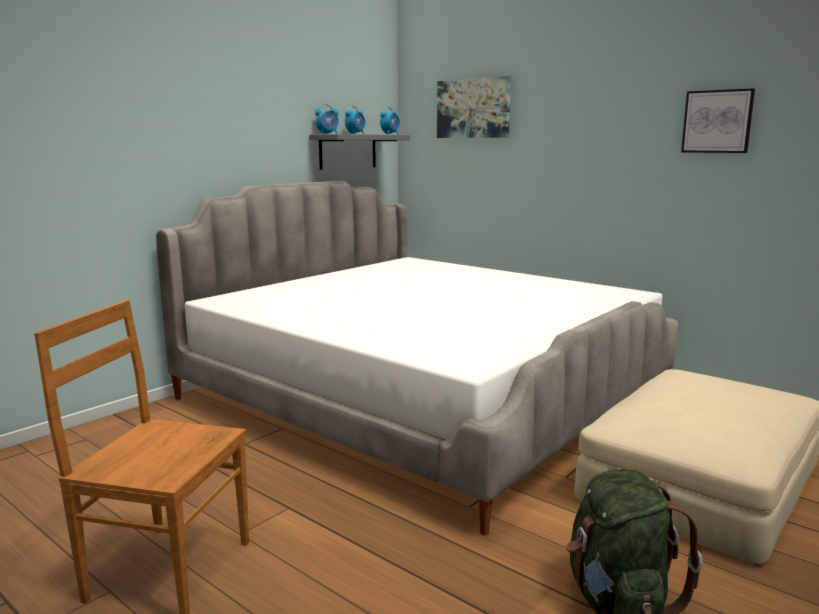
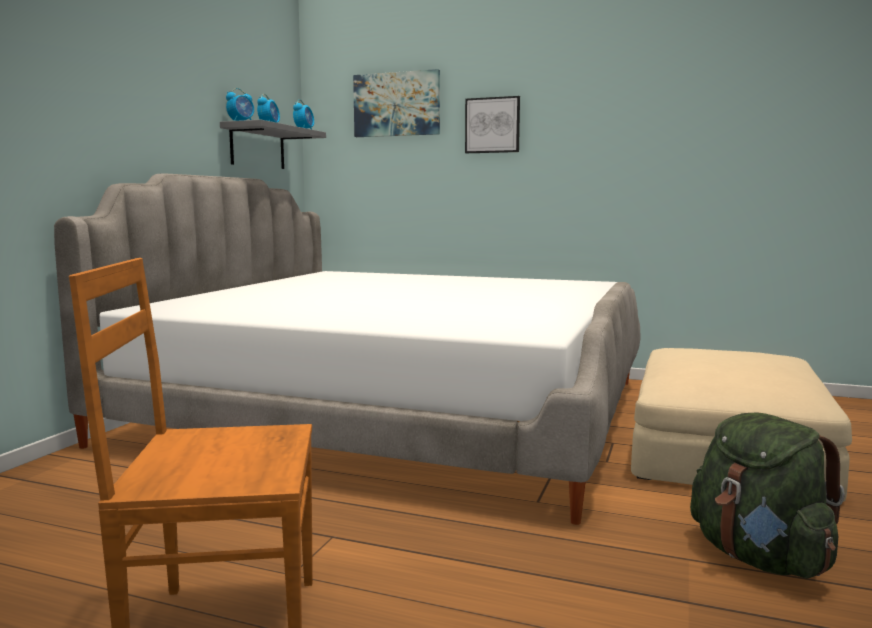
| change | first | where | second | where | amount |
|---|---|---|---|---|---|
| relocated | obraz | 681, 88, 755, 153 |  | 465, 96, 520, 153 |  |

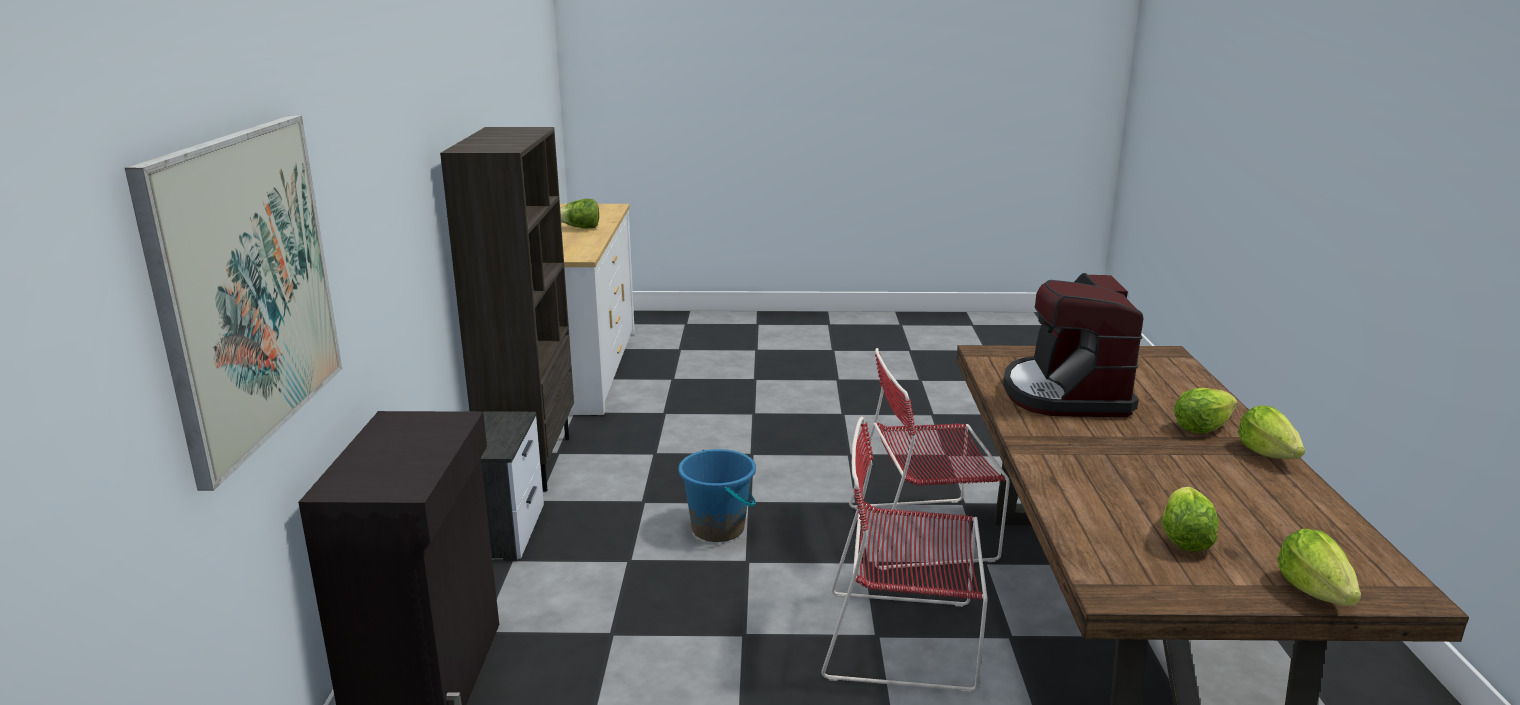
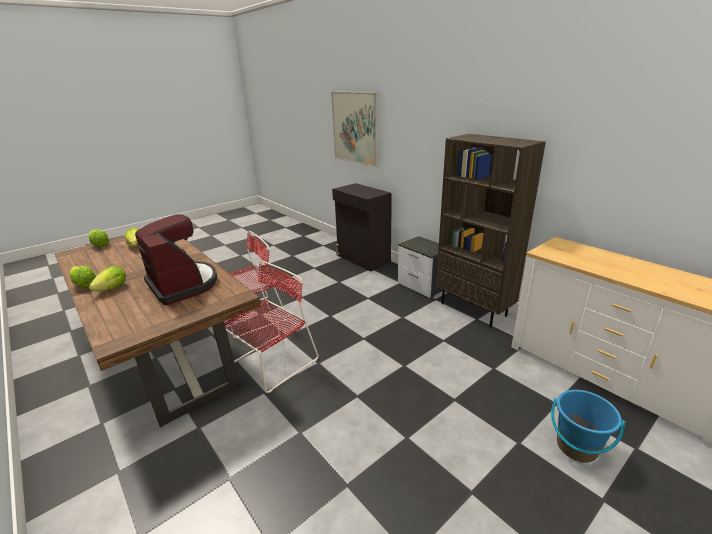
| change | first | where | second | where | amount |
|---|---|---|---|---|---|
| missing | sałata | 560, 199, 599, 229 |  |  |  |
| relocated | wiadro/niebieski | 678, 449, 756, 542 |  | 551, 390, 625, 463 |  |

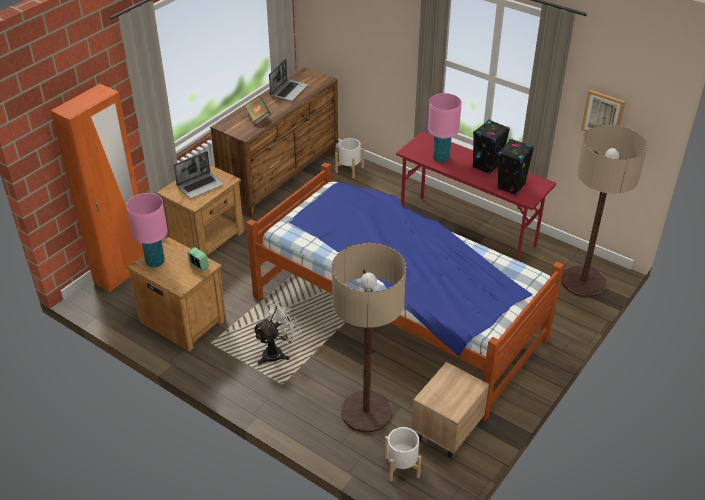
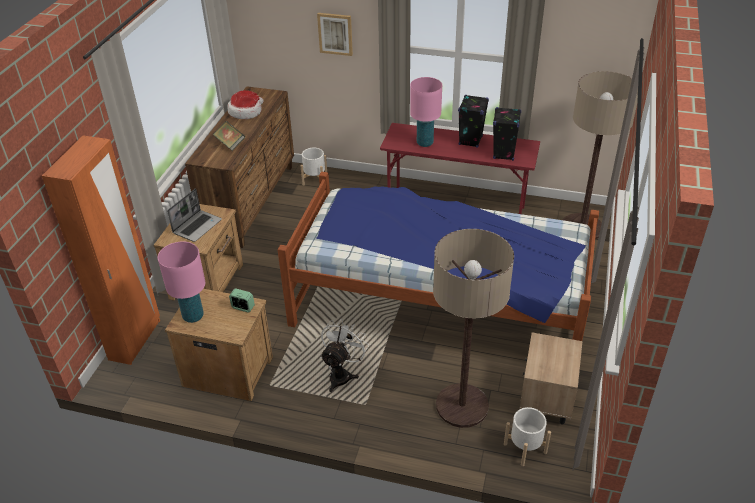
| change | first | where | second | where | amount |
|---|---|---|---|---|---|
| relocated | obraz | 581, 90, 625, 132 |  | 317, 13, 353, 56 |  |
| exchanged | laptop | 269, 59, 308, 101 | kapelusz | 227, 90, 263, 119 |  |

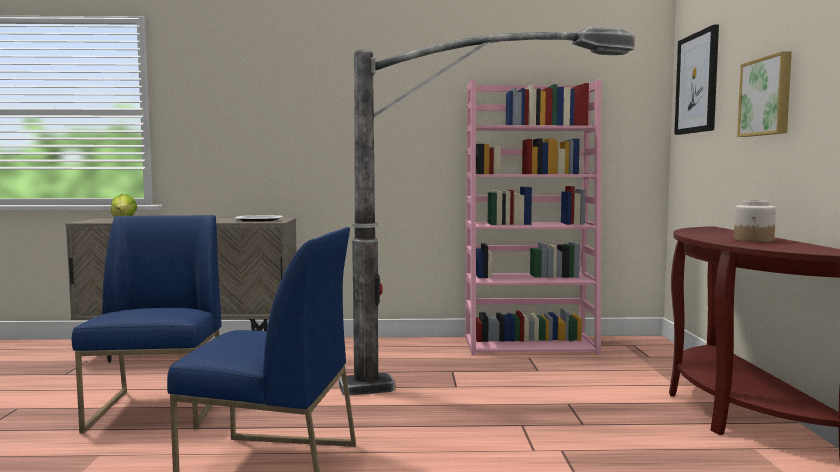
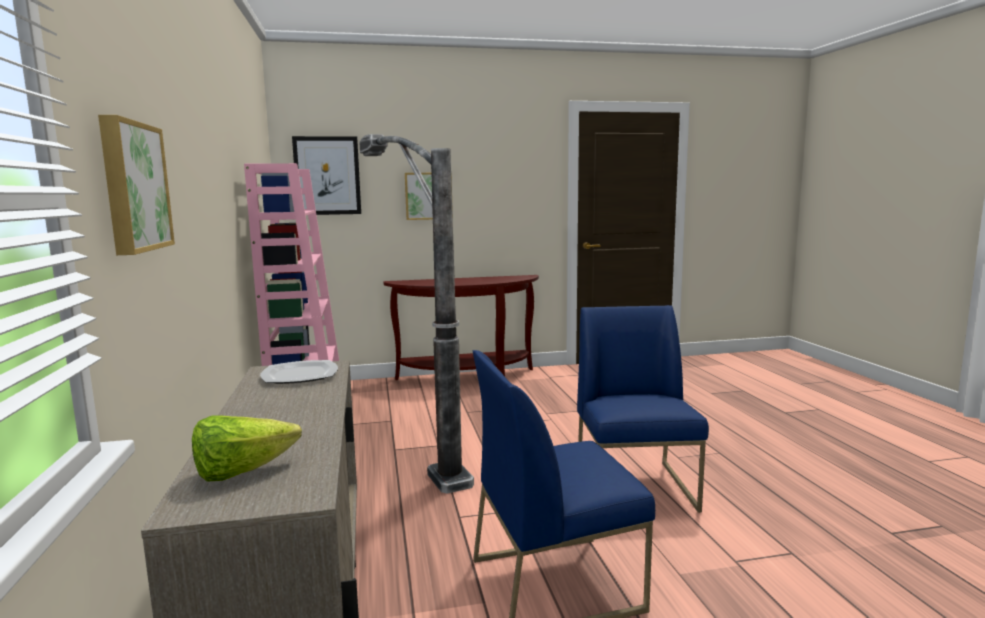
| change | first | where | second | where | amount |
|---|---|---|---|---|---|
| missing | słoik | 734, 200, 776, 242 |  |  |  |
| appeared |  |  | obraz | 98, 115, 175, 255 |  |

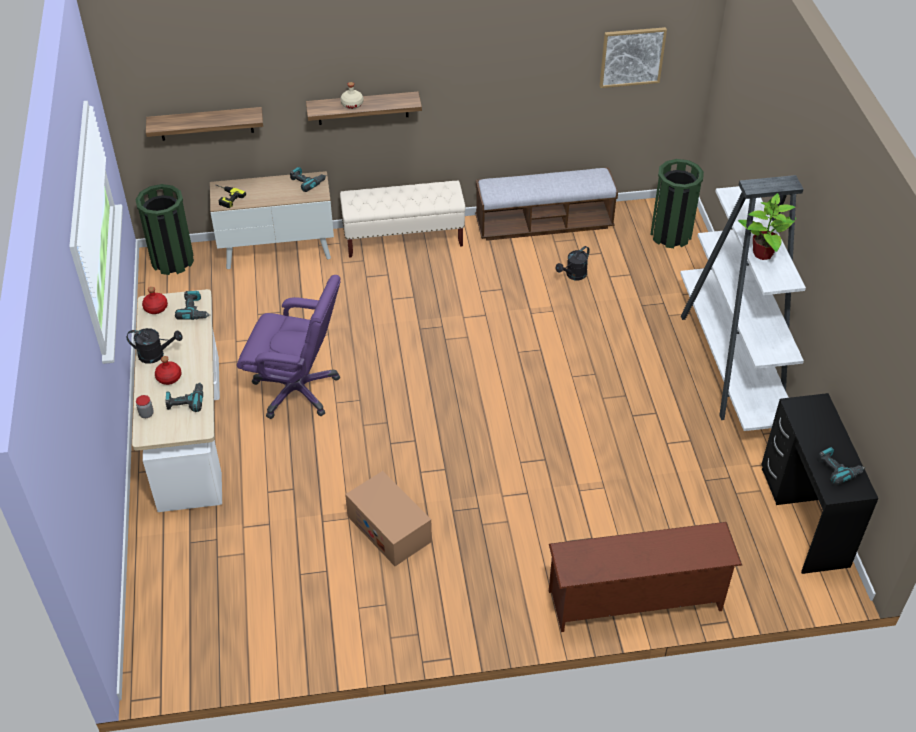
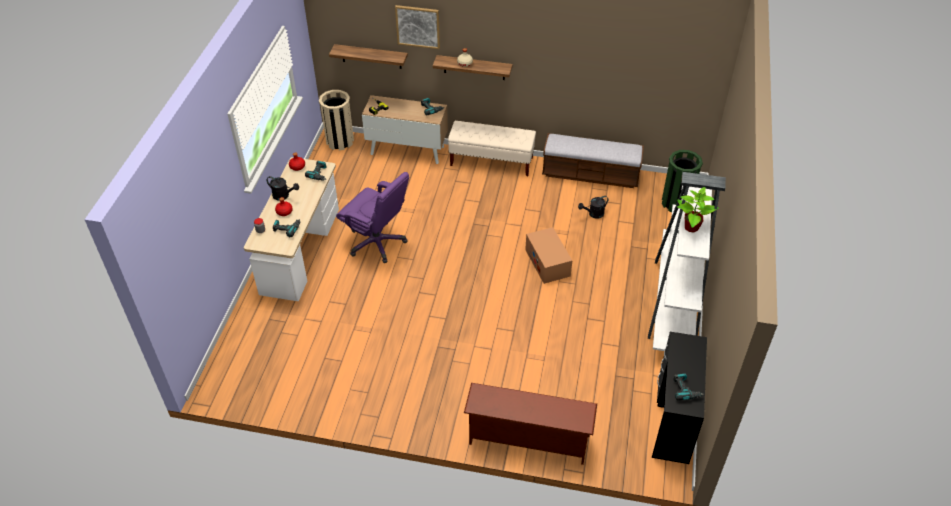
| change | first | where | second | where | amount |
|---|---|---|---|---|---|
| relocated | karton | 345, 471, 432, 566 |  | 525, 227, 572, 284 |  |
| relocated | obraz | 600, 27, 667, 88 |  | 395, 5, 440, 49 |  |
| colour | kosz na śmieci/zielony | 135, 184, 194, 275 | kosz na śmieci/beżowy | 319, 90, 354, 150 |  |

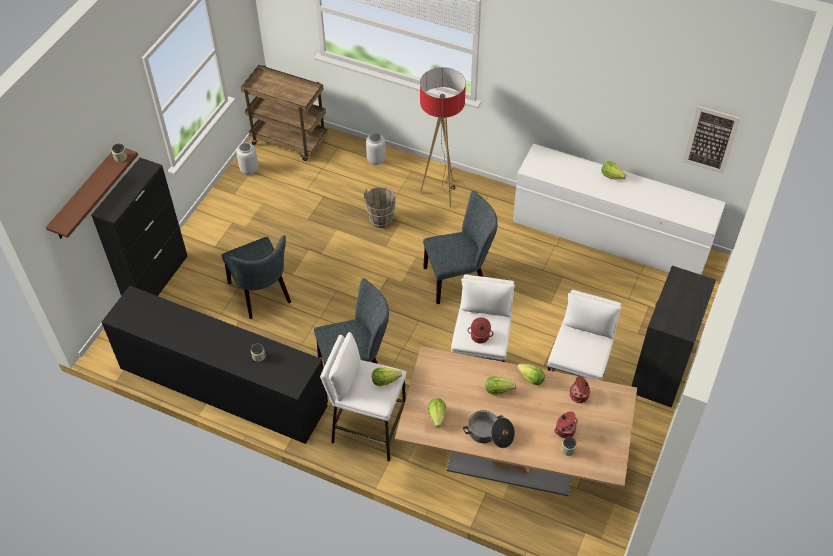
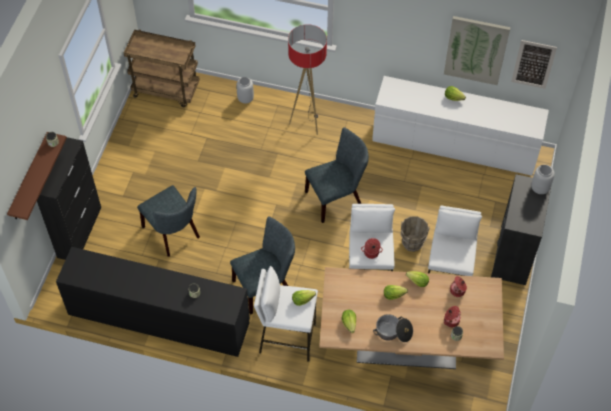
| change | first | where | second | where | amount |
|---|---|---|---|---|---|
| appeared |  |  | obraz | 444, 16, 511, 85 |  |
| relocated | wazon/szary | 236, 142, 258, 175 |  | 531, 165, 555, 194 |  |
| relocated | wiadro/brązowy | 364, 187, 396, 228 |  | 401, 216, 430, 252 |  |

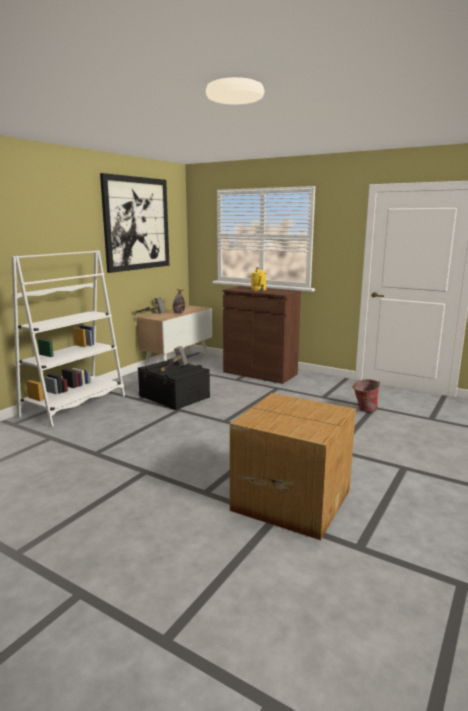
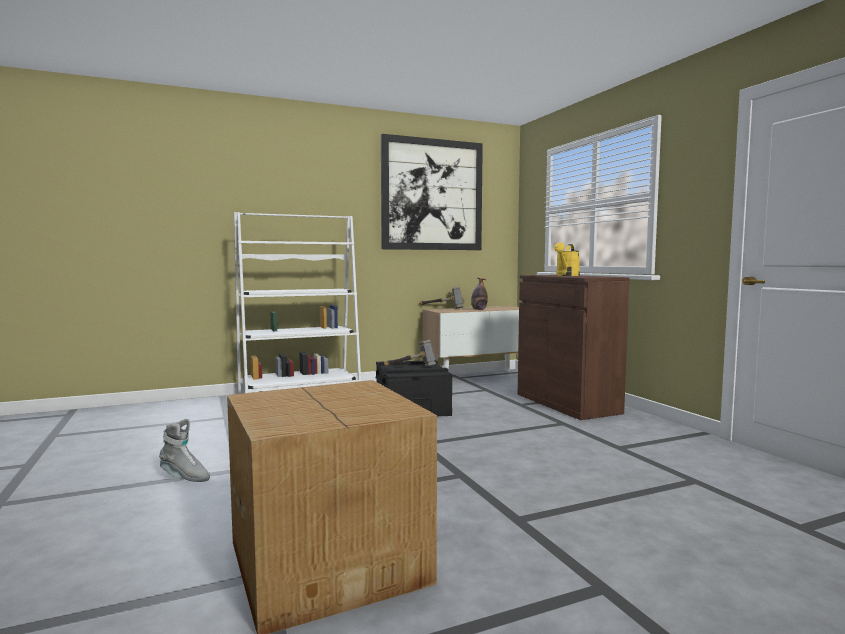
| change | first | where | second | where | amount |
|---|---|---|---|---|---|
| missing | wiadro | 352, 379, 380, 412 |  |  |  |
| appeared |  |  | but z cholewką/szary | 159, 419, 210, 482 |  |

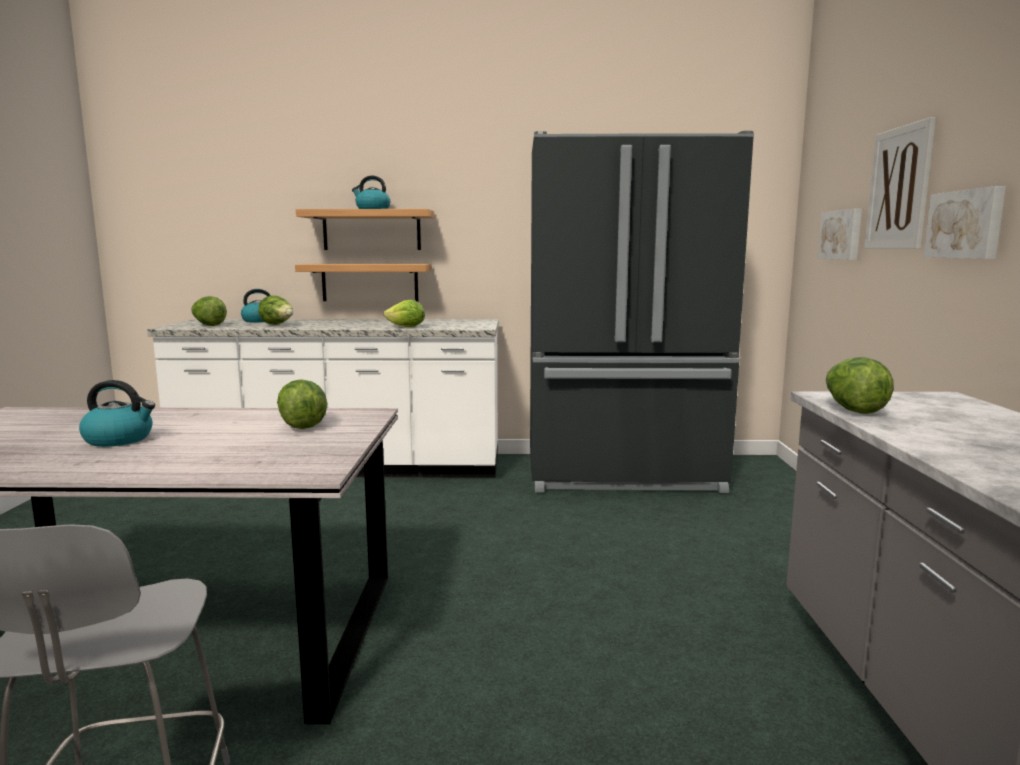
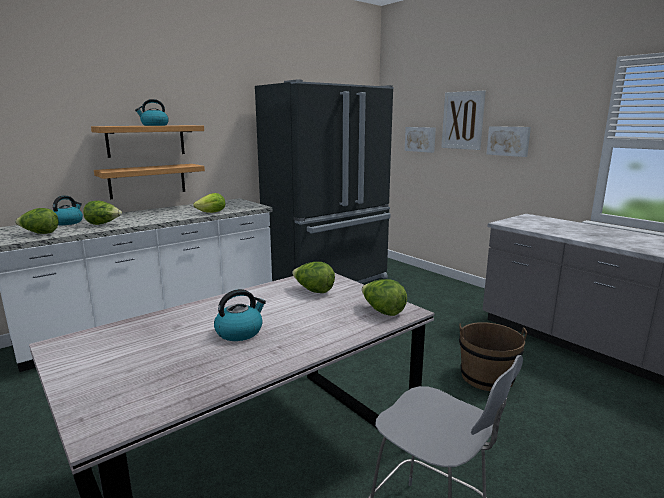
| change | first | where | second | where | amount |
|---|---|---|---|---|---|
| appeared |  |  | wiadro/brązowy | 459, 322, 527, 391 |  |
| relocated | sałata | 826, 357, 894, 414 |  | 362, 279, 407, 316 |  |

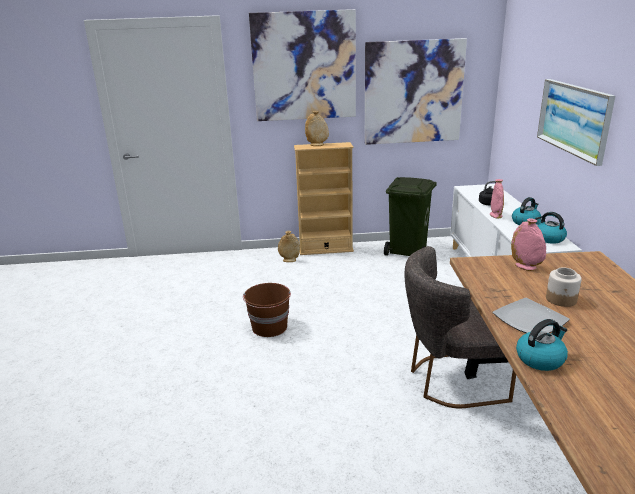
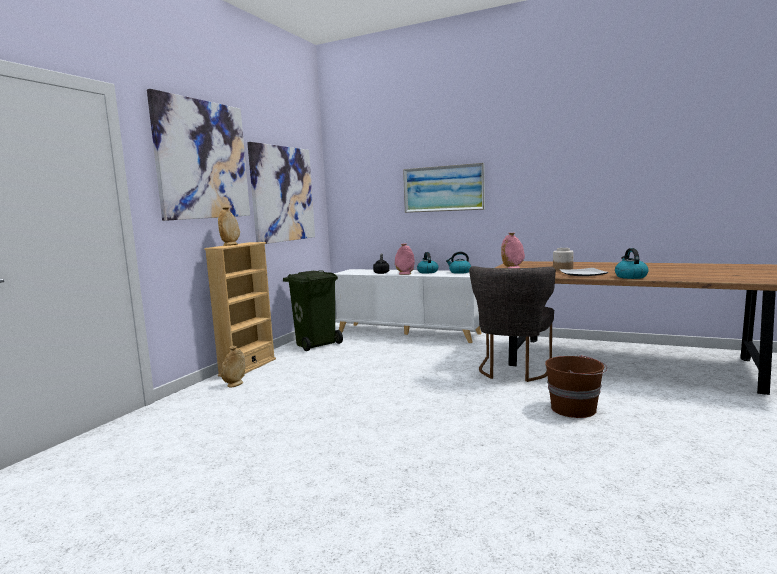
| change | first | where | second | where | amount |
|---|---|---|---|---|---|
| relocated | wiadro/brązowy | 243, 283, 291, 337 |  | 545, 355, 607, 418 |  |

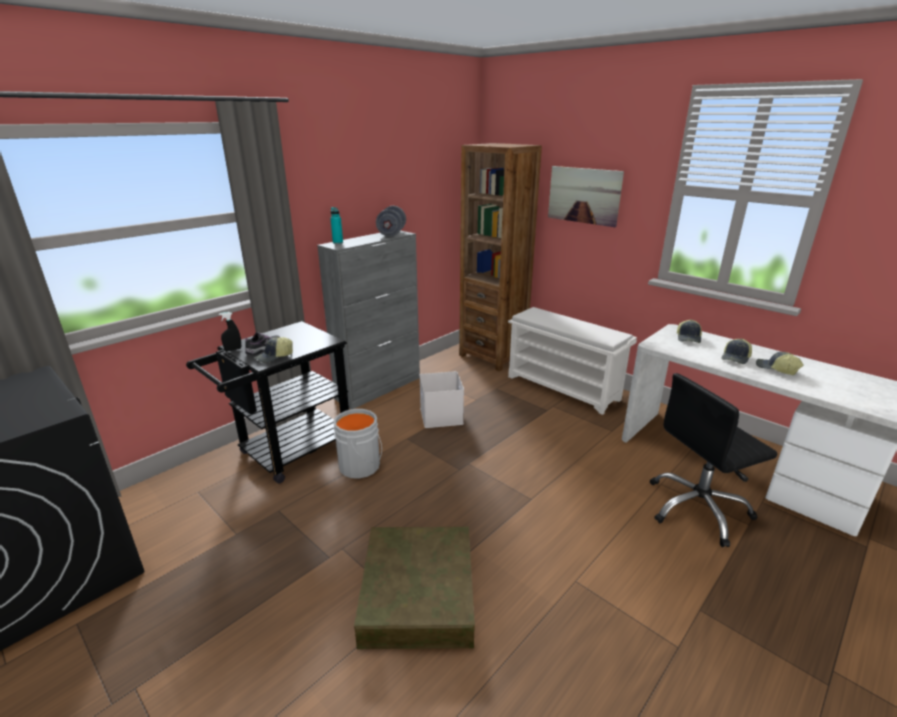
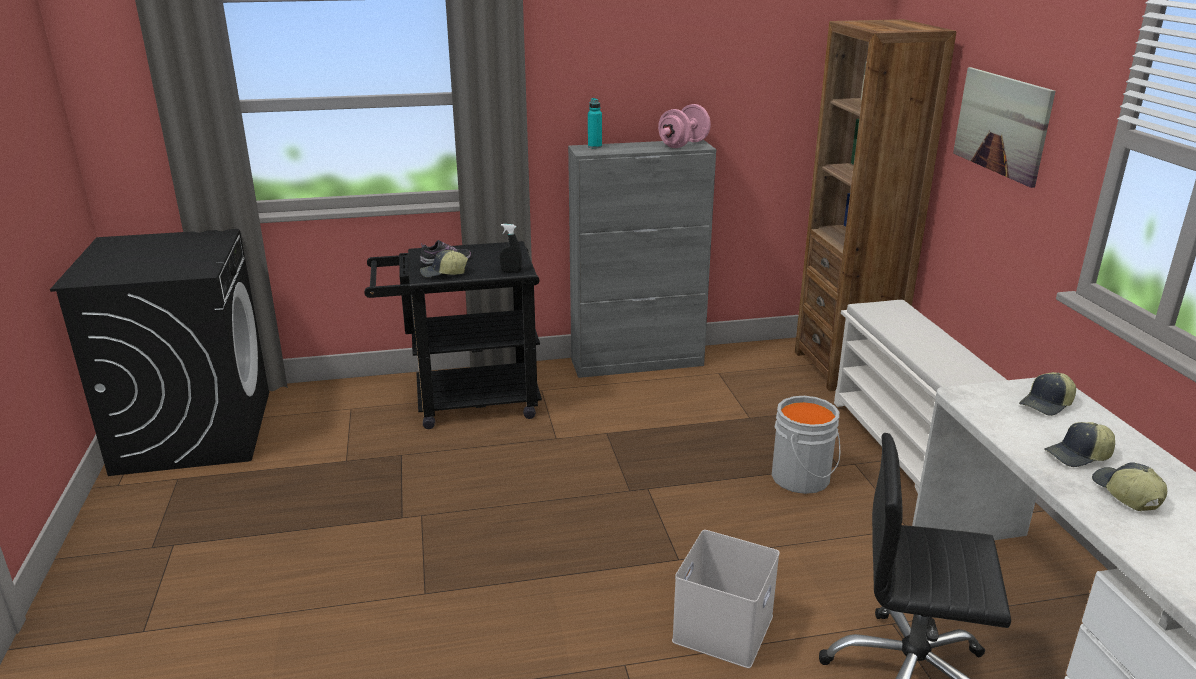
| change | first | where | second | where | amount |
|---|---|---|---|---|---|
| missing | pojemnik do przechowywania/brązowy | 354, 527, 475, 649 |  |  |  |
| relocated | spryskiwacz/czarny | 219, 312, 241, 351 |  | 500, 224, 522, 273 |  |
| relocated | wiadro/szary | 333, 409, 382, 479 |  | 772, 396, 840, 494 |  |
| relocated | pojemnik do przechowywania/biały | 419, 371, 464, 428 |  | 672, 530, 780, 668 |  |
| colour | hantel/szary | 376, 206, 406, 237 | hantel/różowy | 658, 104, 711, 148 |  |

